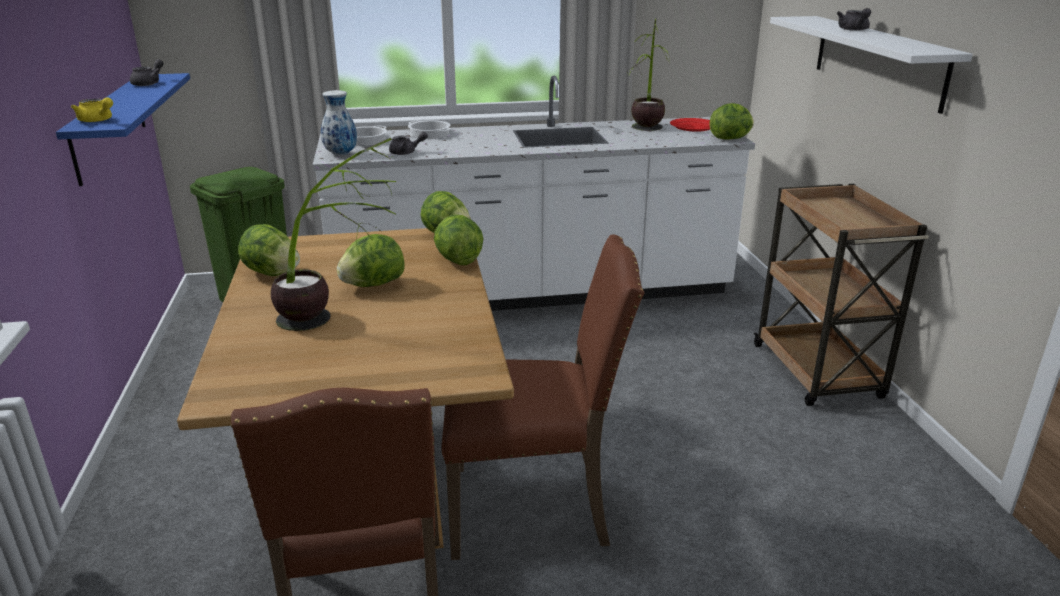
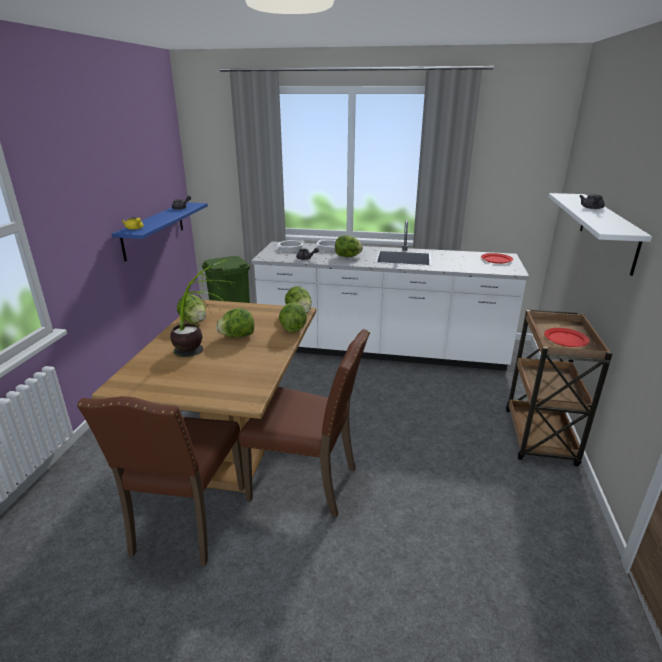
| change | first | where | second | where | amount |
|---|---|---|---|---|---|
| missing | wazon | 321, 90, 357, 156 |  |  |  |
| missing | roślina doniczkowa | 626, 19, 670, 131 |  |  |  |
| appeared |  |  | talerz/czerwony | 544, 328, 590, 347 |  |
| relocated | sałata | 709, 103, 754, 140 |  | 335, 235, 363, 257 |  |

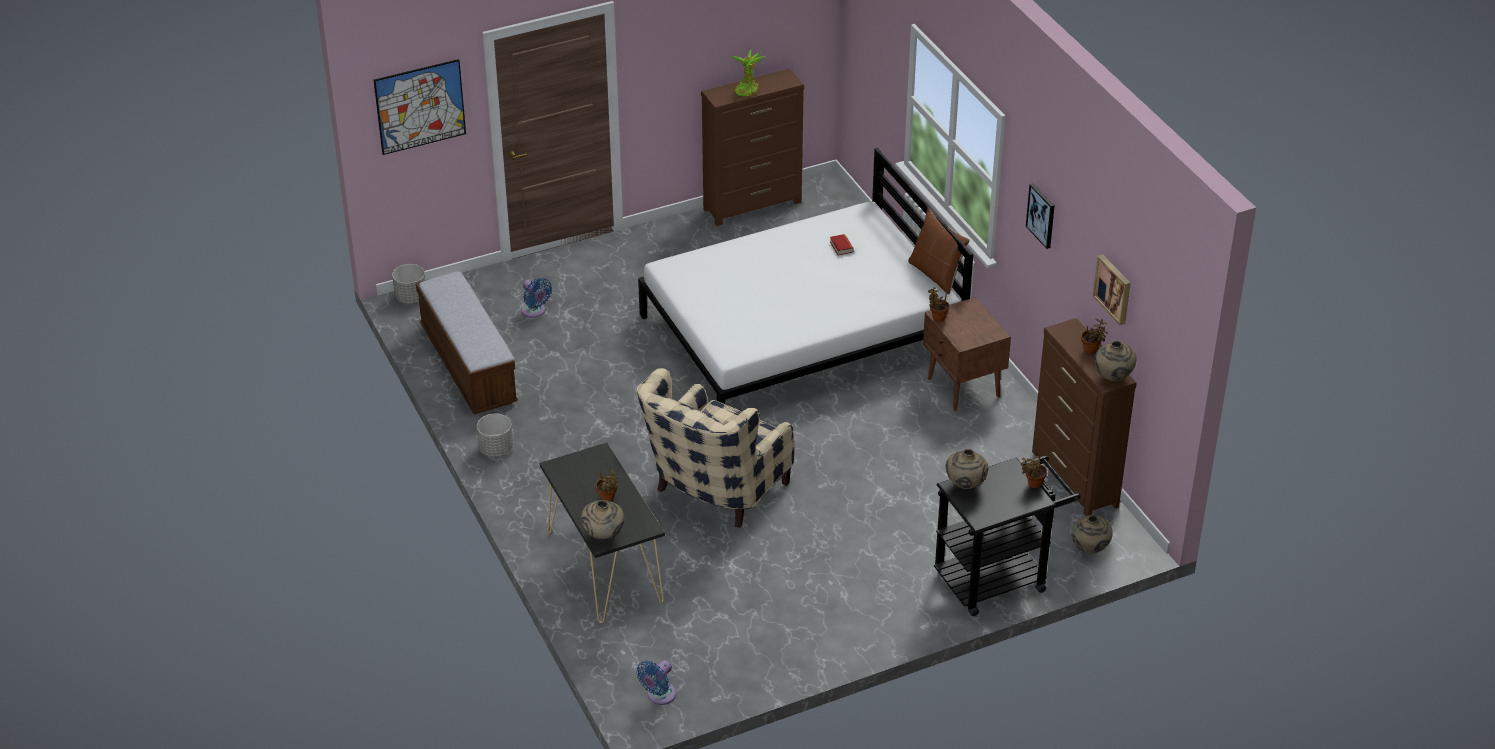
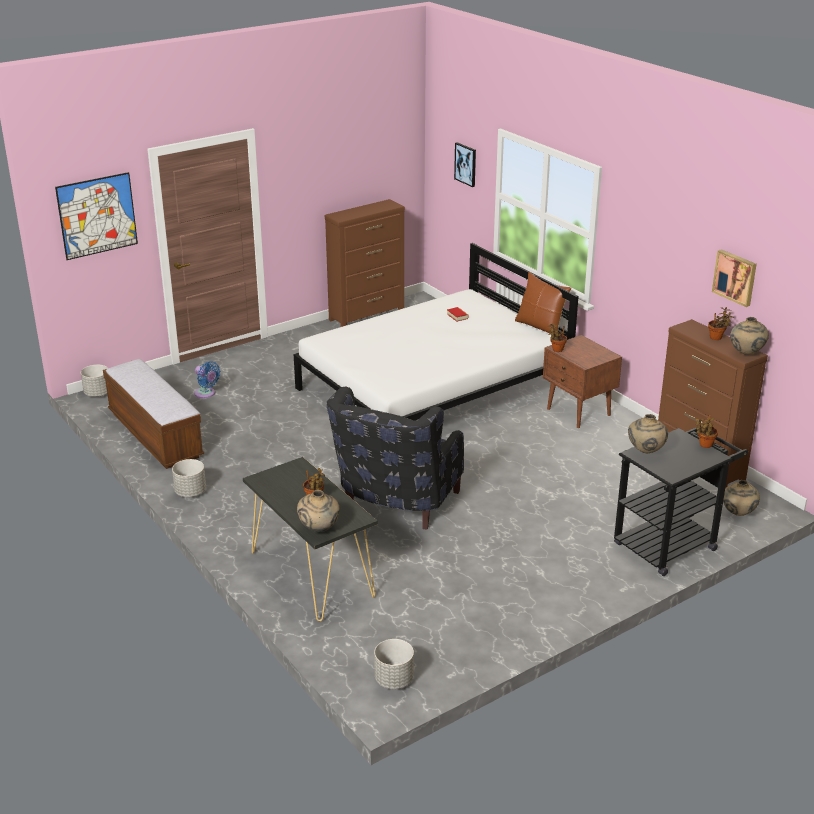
| change | first | where | second | where | amount |
|---|---|---|---|---|---|
| missing | roślina doniczkowa | 731, 49, 765, 97 |  |  |  |
| relocated | obraz | 1026, 183, 1055, 249 |  | 454, 142, 476, 187 |  |
| exchanged | wentylator/niebieski | 636, 660, 676, 705 | donica/szary | 374, 639, 414, 689 |  |
| colour | fotel/beżowy | 637, 368, 794, 528 | fotel/czarny | 327, 387, 464, 530 |  |

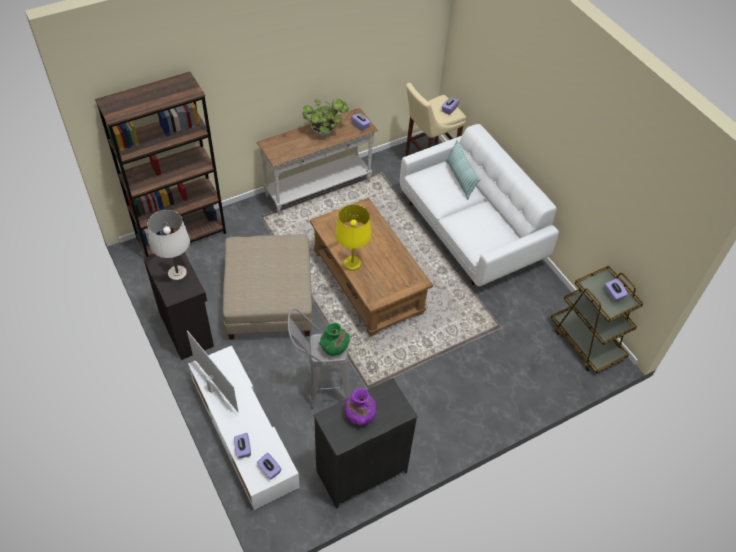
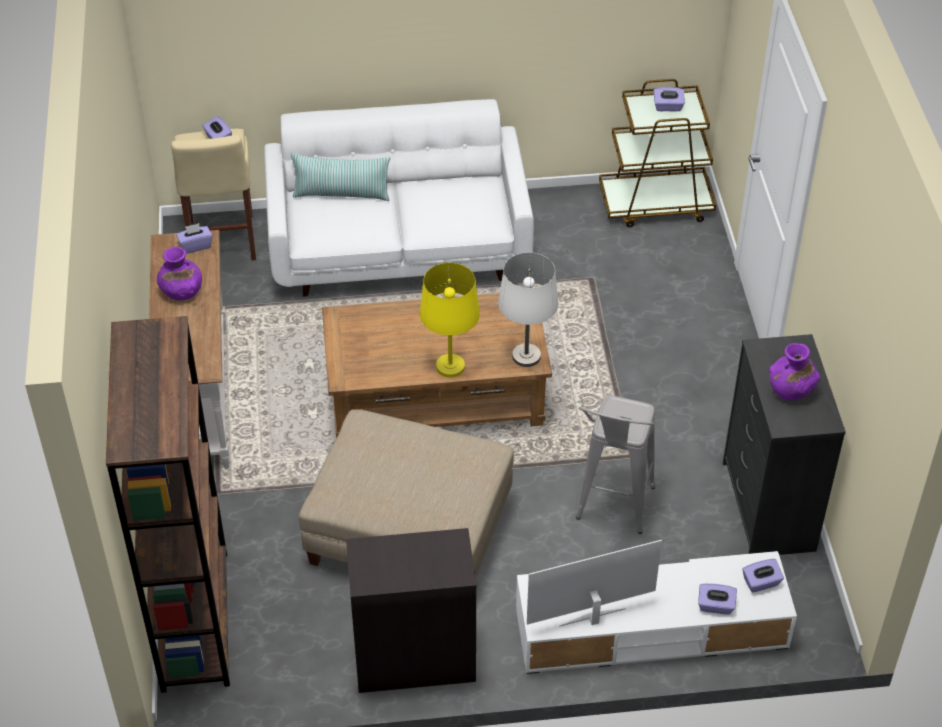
| change | first | where | second | where | amount |
|---|---|---|---|---|---|
| missing | wazon/zielony | 319, 323, 350, 356 |  |  |  |
| relocated | lampa stołowa/biały | 147, 210, 190, 282 |  | 498, 252, 558, 367 |  |
| exchanged | roślina doniczkowa | 302, 99, 349, 136 | wazon/fioletowy | 157, 247, 202, 300 |  |

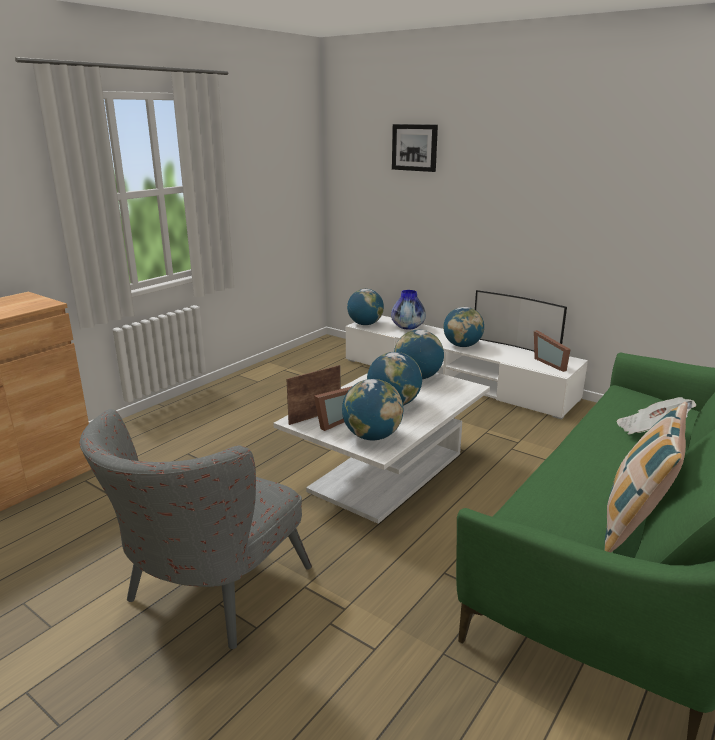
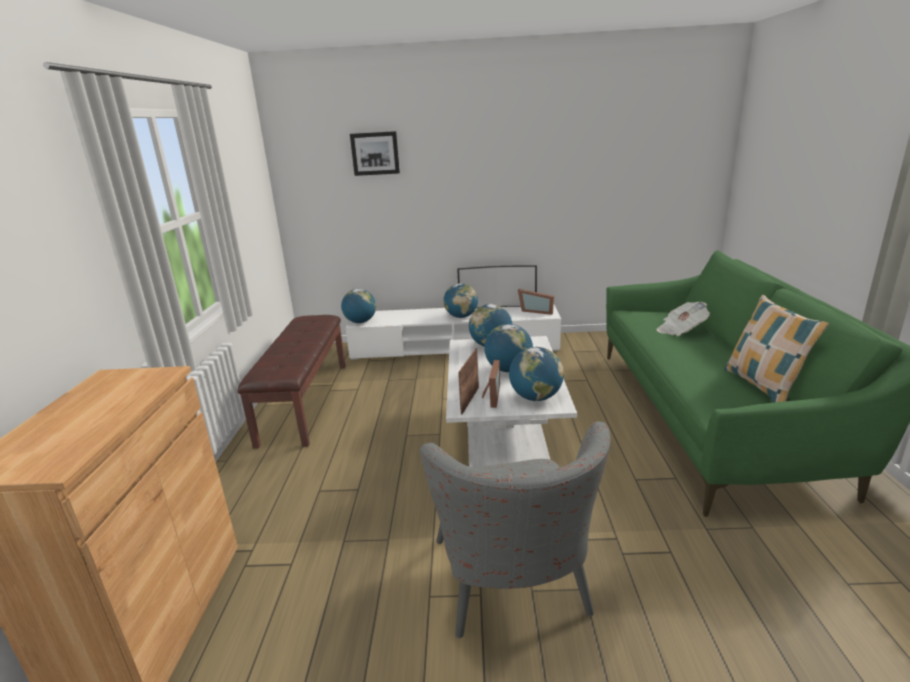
| change | first | where | second | where | amount |
|---|---|---|---|---|---|
| missing | wazon | 391, 290, 426, 329 |  |  |  |
| appeared |  |  | ławka/brązowy | 238, 315, 346, 449 |  |

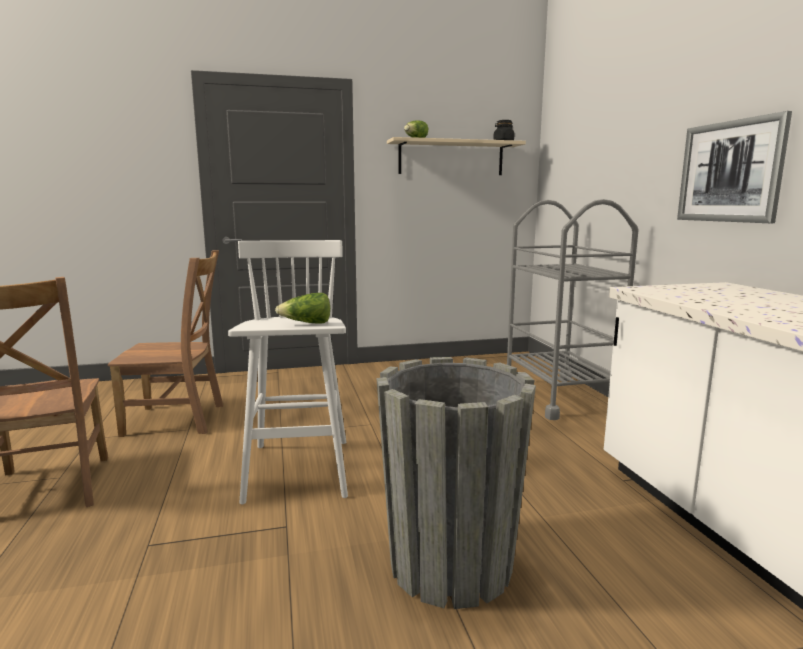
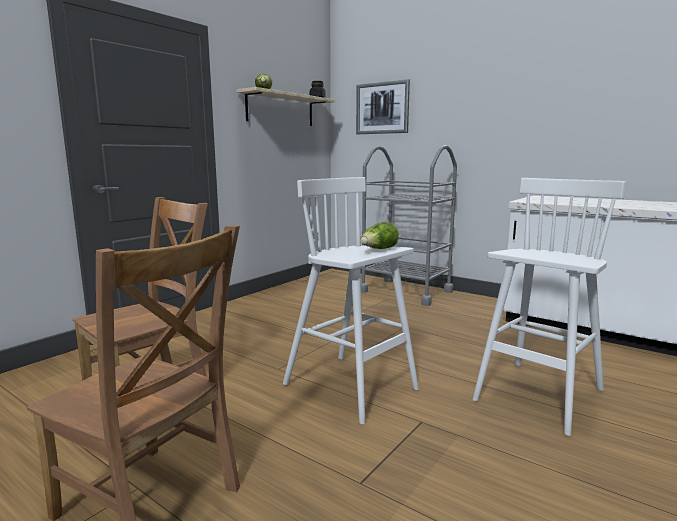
| change | first | where | second | where | amount |
|---|---|---|---|---|---|
| relocated | obraz | 677, 111, 792, 223 |  | 356, 79, 410, 134 |  |
| exchanged | donica/szary | 376, 357, 536, 609 | stołek/biały | 473, 178, 626, 436 |  |

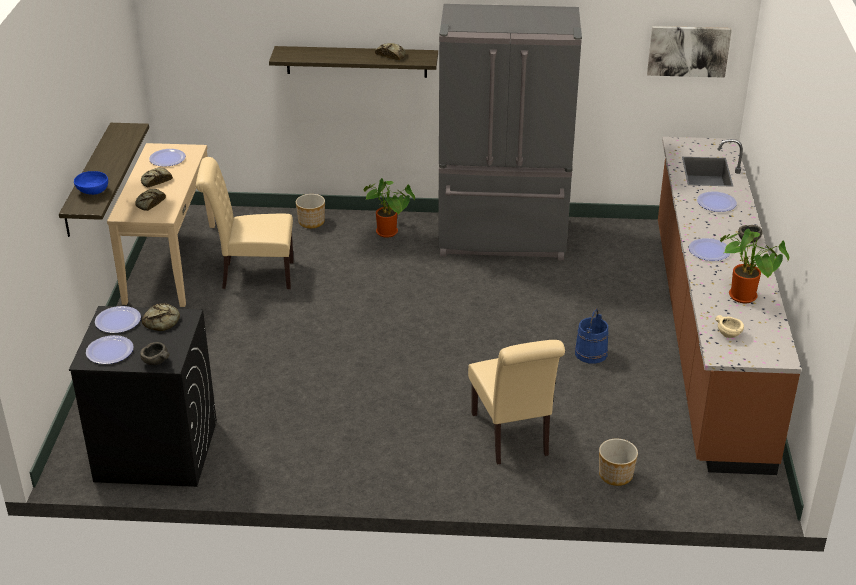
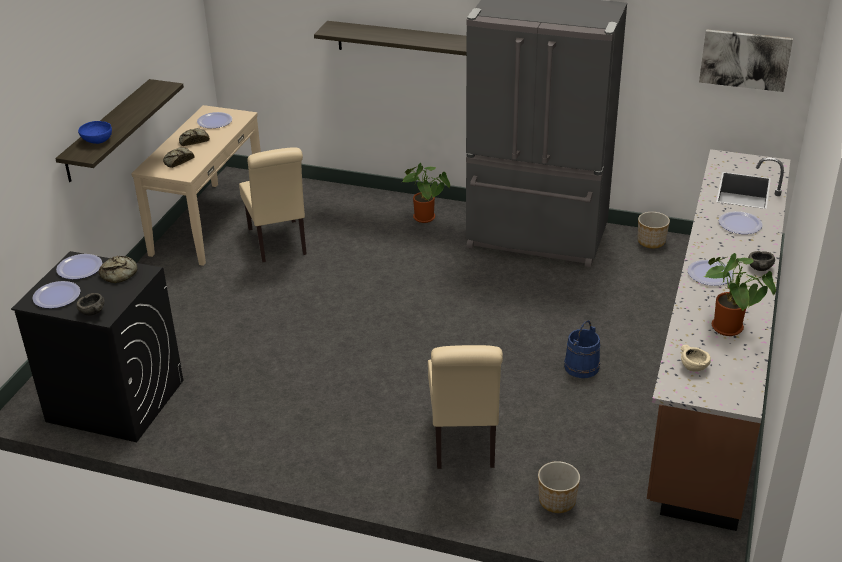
| change | first | where | second | where | amount |
|---|---|---|---|---|---|
| missing | chleb | 375, 43, 406, 60 |  |  |  |
| relocated | donica | 296, 194, 325, 228 |  | 638, 212, 670, 248 |  |
| spun | krzesło/beżowy | 196, 157, 294, 289 |  | 239, 147, 307, 262 | 120 degrees counterclockwise |

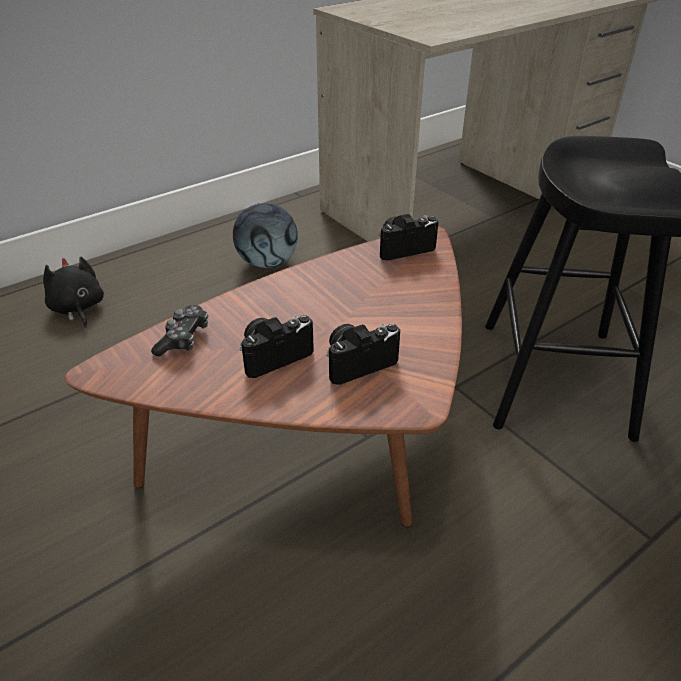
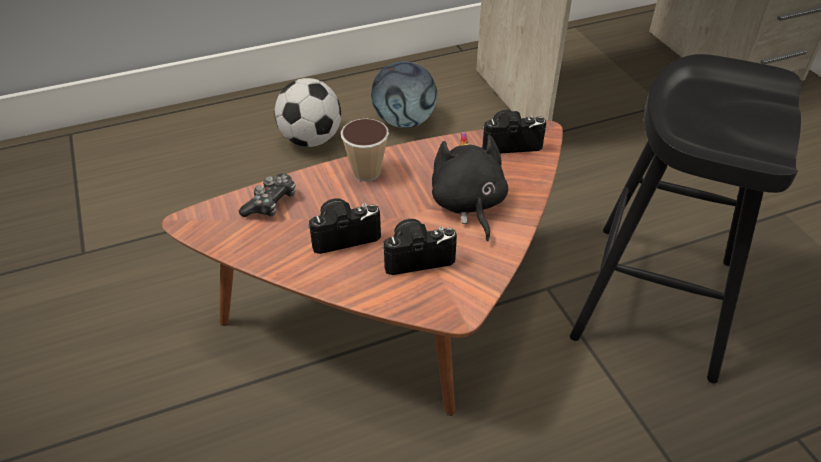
| change | first | where | second | where | amount |
|---|---|---|---|---|---|
| appeared |  |  | piłka futbolowa | 274, 78, 341, 147 |  |
| appeared |  |  | filiżanka | 341, 119, 389, 182 |  |
| relocated | pluszak/czarny | 43, 257, 104, 328 |  | 432, 132, 508, 241 |  |

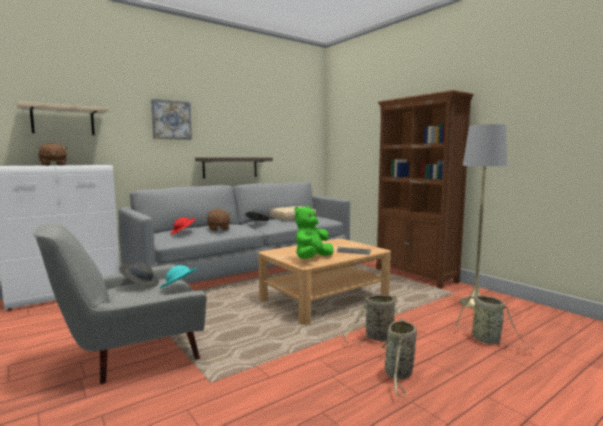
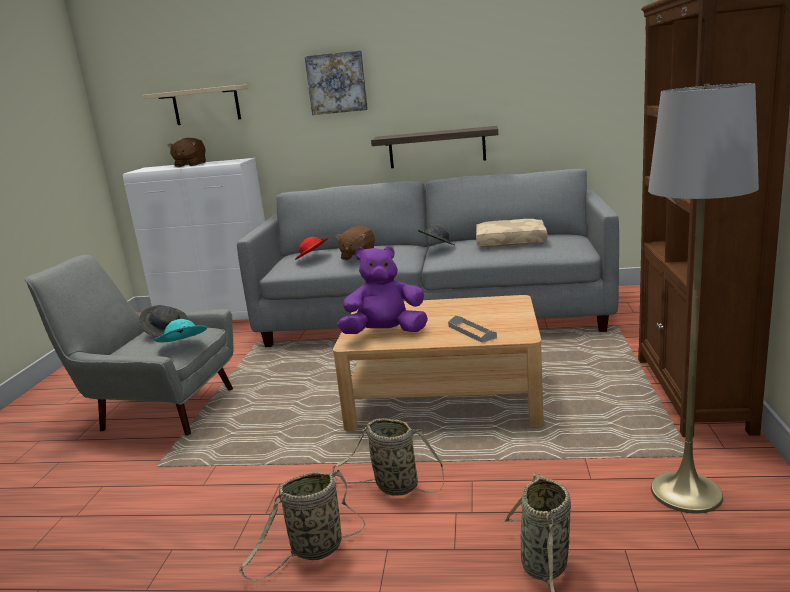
| change | first | where | second | where | amount |
|---|---|---|---|---|---|
| colour | pluszak/zielony | 294, 206, 333, 259 | pluszak/fioletowy | 337, 246, 428, 334 |  |

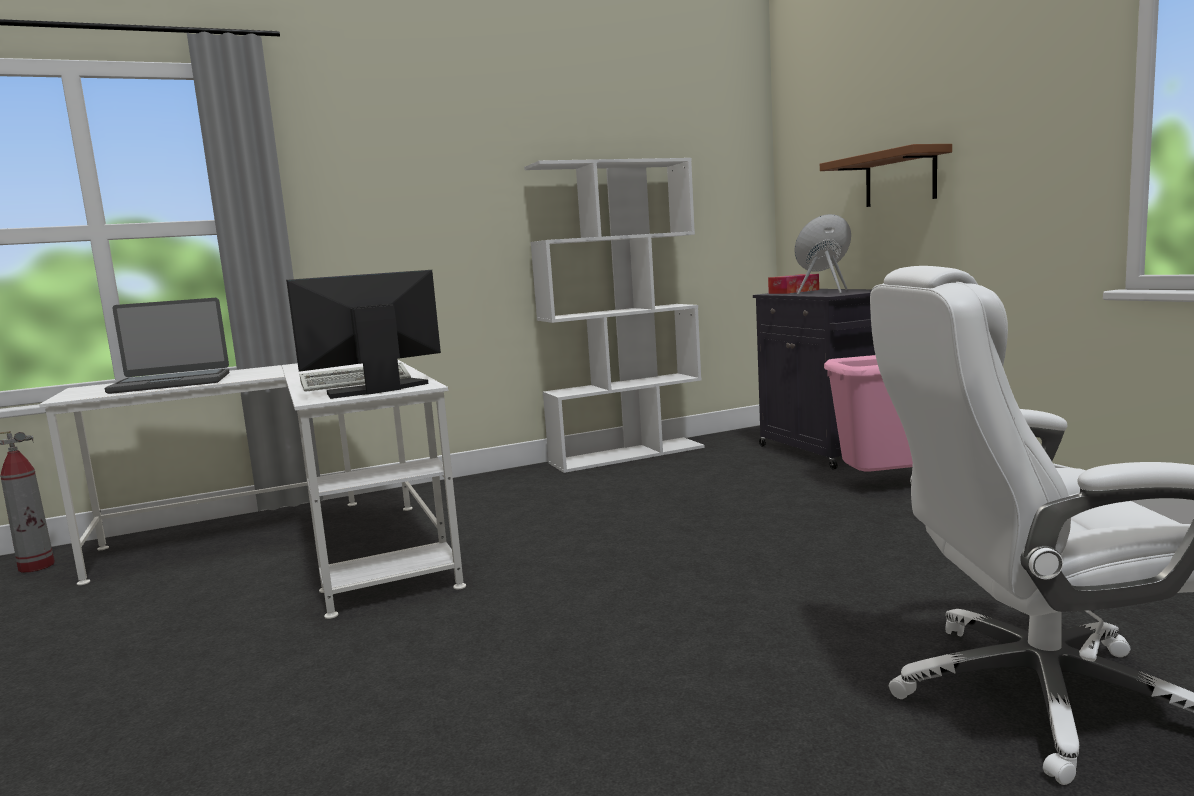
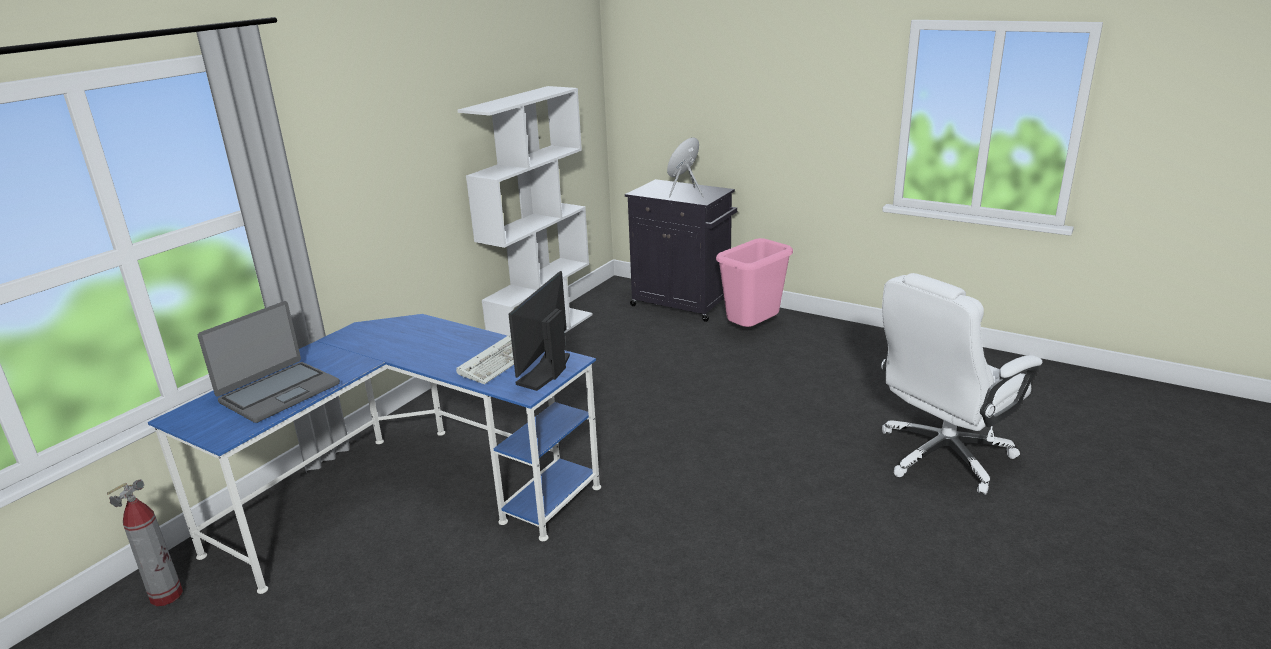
| change | first | where | second | where | amount |
|---|---|---|---|---|---|
| missing | pudełko chusteczek | 768, 274, 819, 294 |  |  |  |
| missing | półka/brązowy | 820, 144, 952, 207 |  |  |  |
| colour | biurko/biały | 39, 360, 466, 619 | biurko/niebieski | 148, 314, 601, 594 |  |

